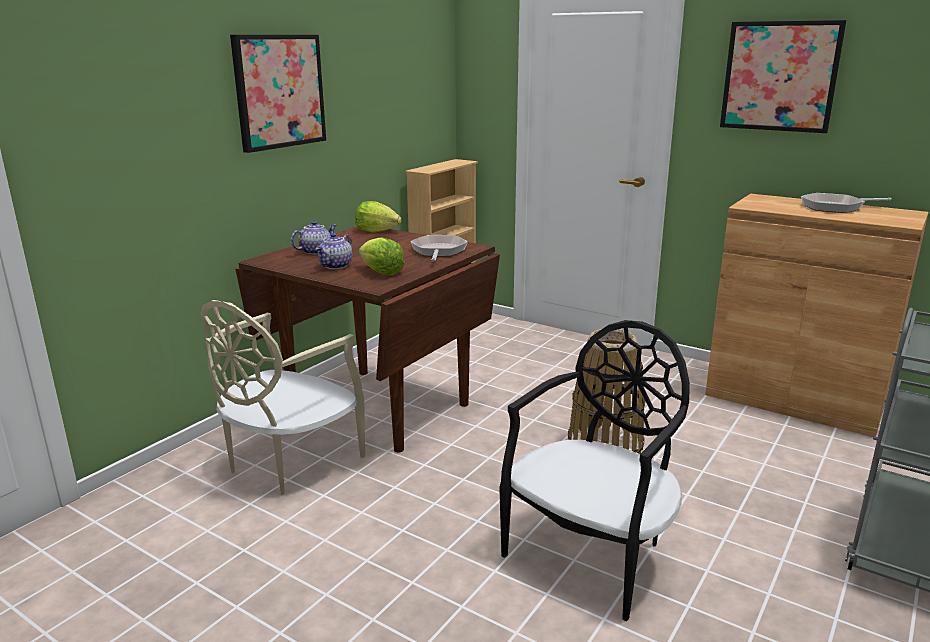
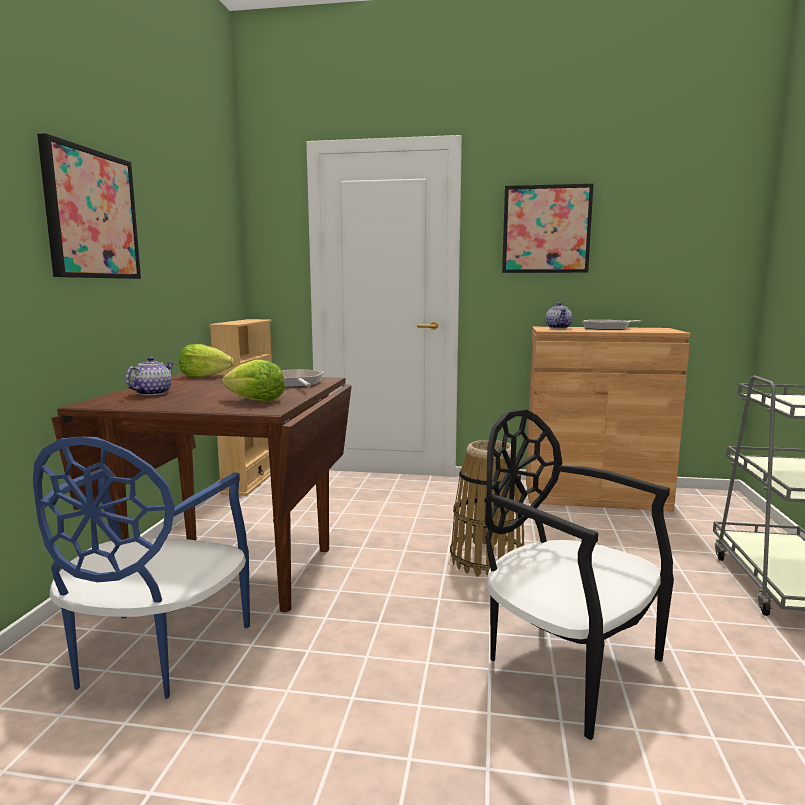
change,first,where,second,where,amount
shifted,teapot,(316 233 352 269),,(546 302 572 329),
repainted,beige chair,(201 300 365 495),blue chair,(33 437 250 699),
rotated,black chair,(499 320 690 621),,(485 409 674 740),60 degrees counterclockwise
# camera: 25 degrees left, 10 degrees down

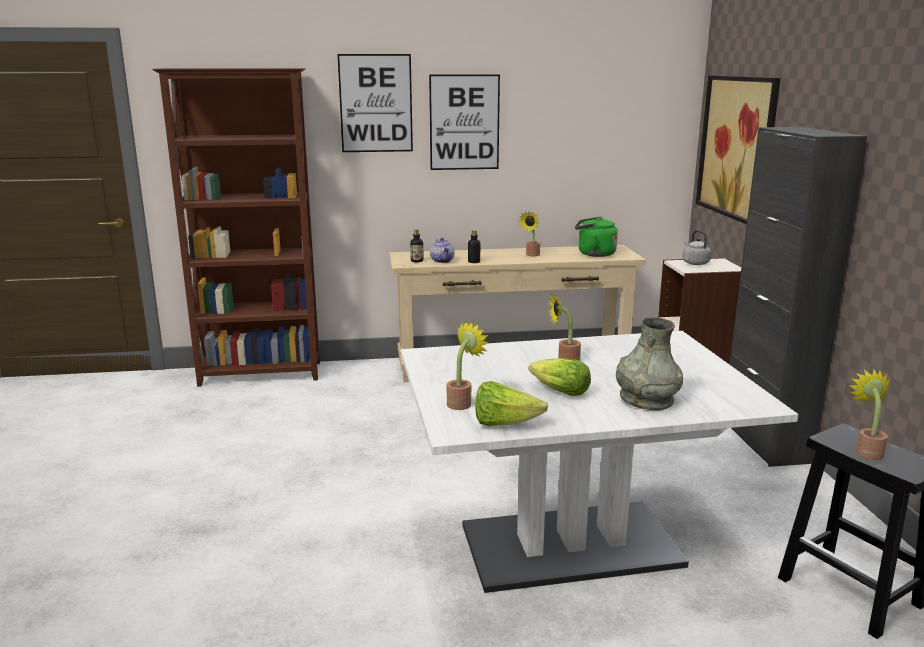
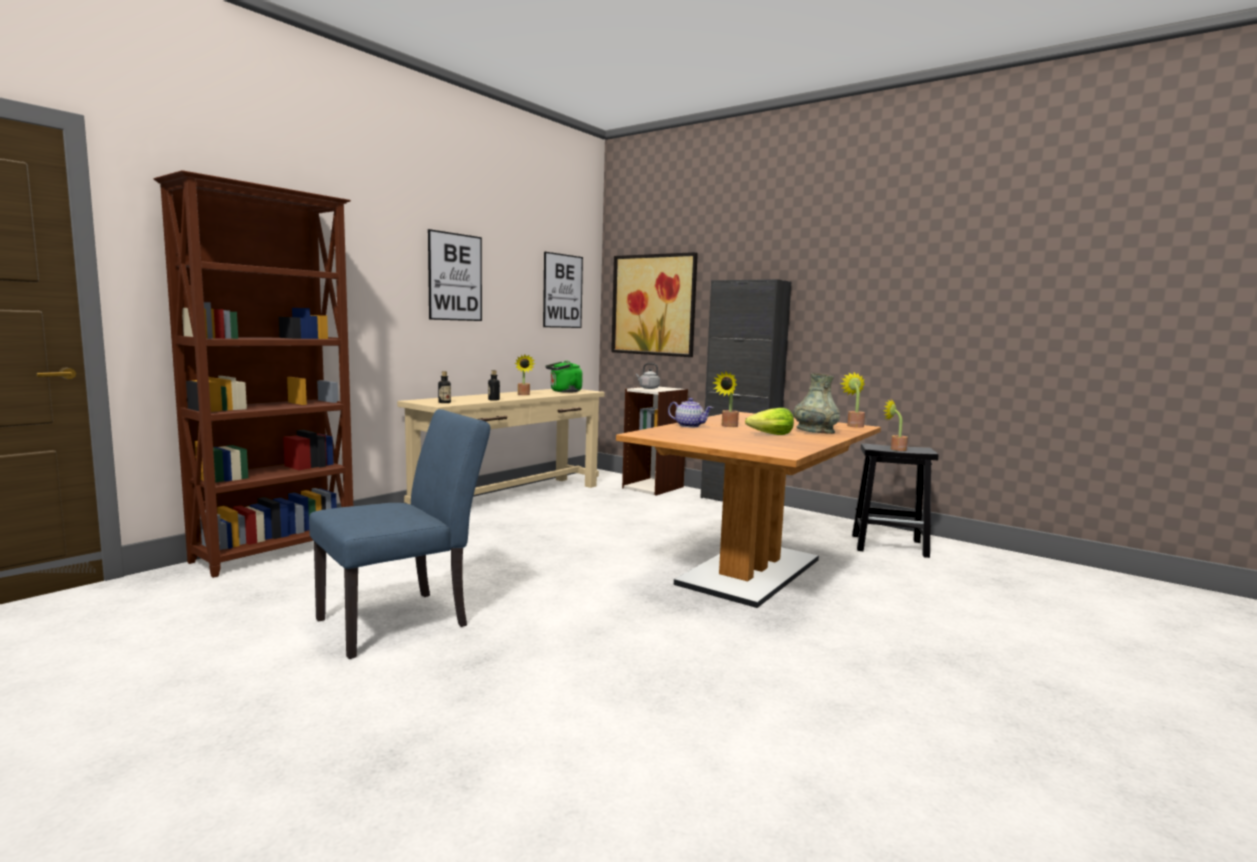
change,first,where,second,where,amount
gone,lettuce,(476 381 548 426),,,
new,,,blue chair,(309 409 490 659),
shifted,picture,(338 54 413 152),,(543 252 583 328),
shifted,teapot,(430 238 454 263),,(668 398 713 428),
shifted,potted plant,(447 320 489 410),,(840 372 865 428),
repainted,white dining table,(401 331 799 593),brown dining table,(616 412 881 608),
# camera: 45 degrees left, 10 degrees down

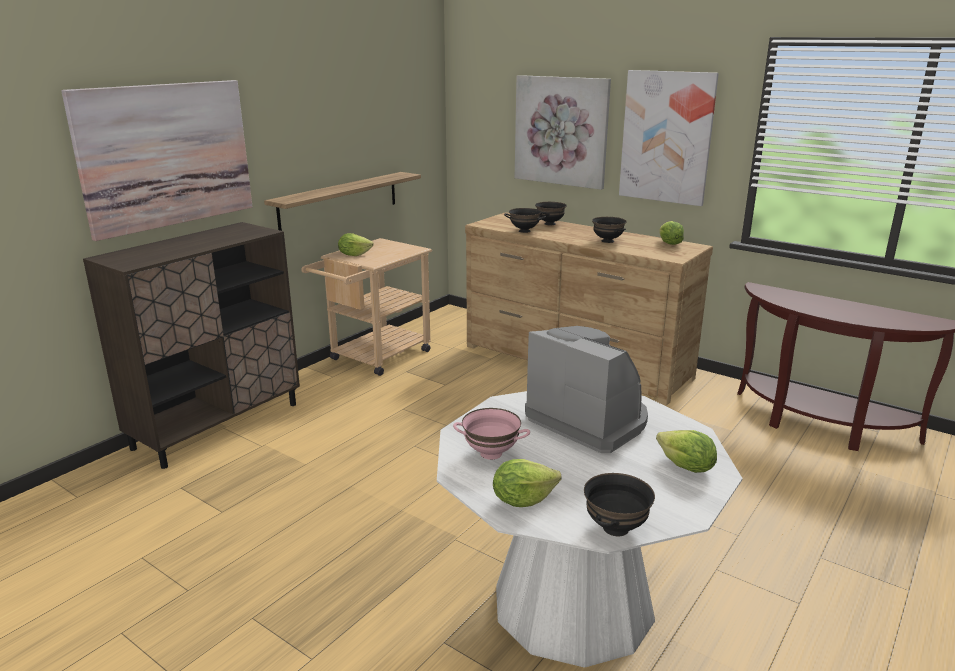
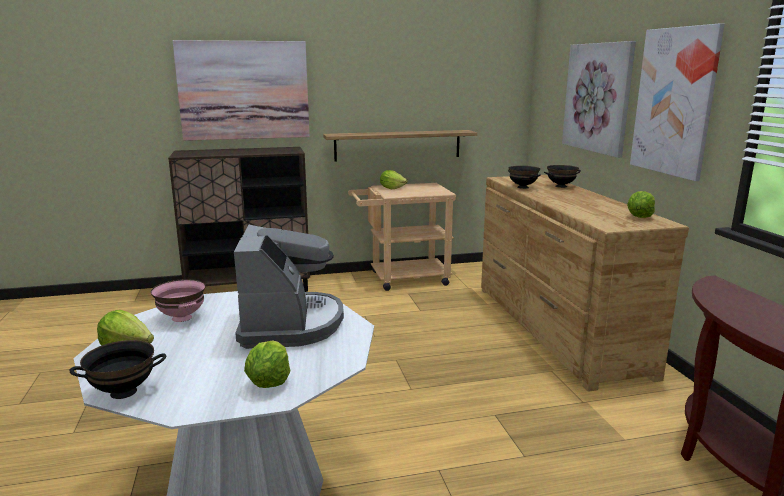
change,first,where,second,where,amount
gone,black bowl,(592 217 627 243),,,
# camera: 40 degrees right, 5 degrees down

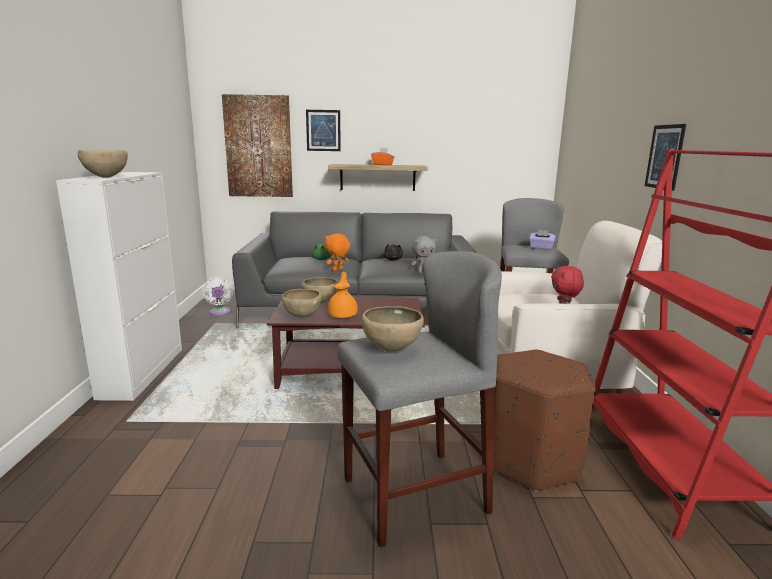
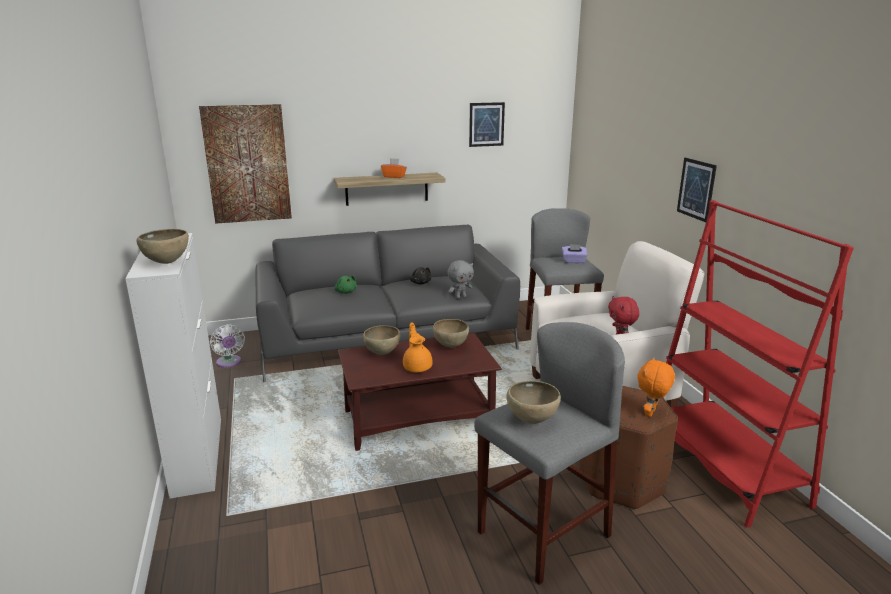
change,first,where,second,where,amount
shifted,brown bowl,(282 289 322 318),,(433 319 469 347),
shifted,picture,(306 110 341 151),,(469 102 505 147),
shifted,orange plush toy,(325 233 350 271),,(637 357 675 417),
# camera: 15 degrees left, 5 degrees up

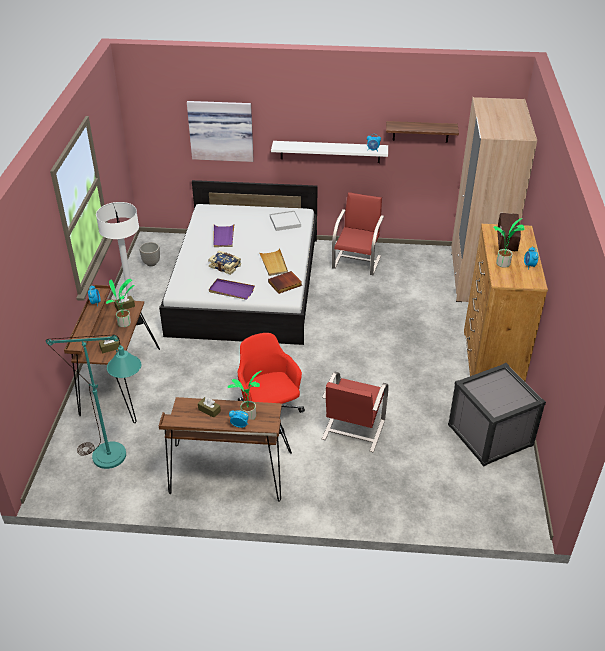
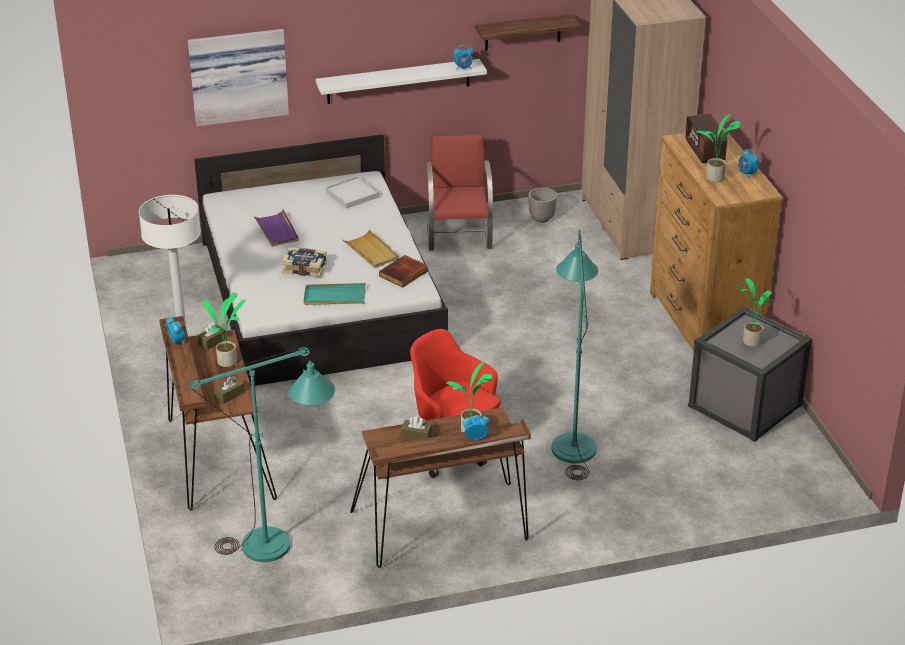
change,first,where,second,where,amount
new,,,potted plant,(735 278 776 347),
shifted,planter,(139 242 160 266),,(528 188 557 223),
swapped,red chair,(322 372 389 452),turquoise floor lamp,(552 230 598 480),
repainted,purple tray,(209 278 255 300),turquoise tray,(304 283 366 305),
# camera: 20 degrees left, 5 degrees down

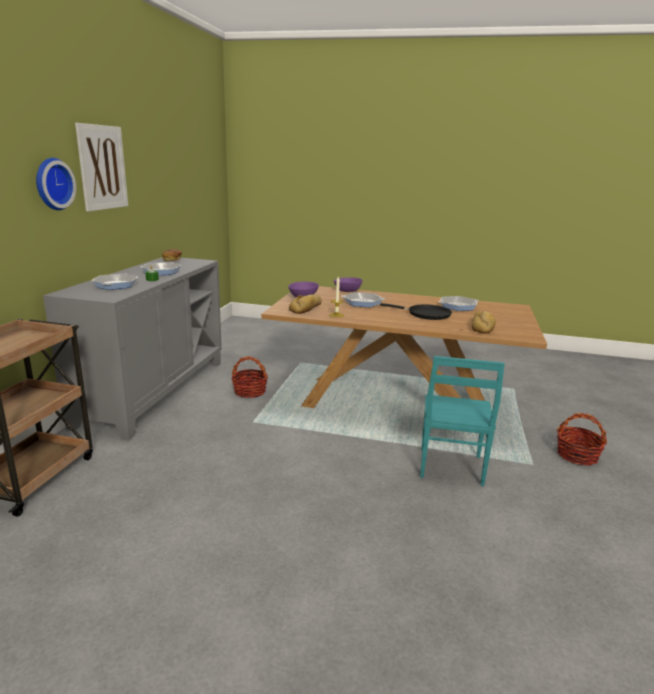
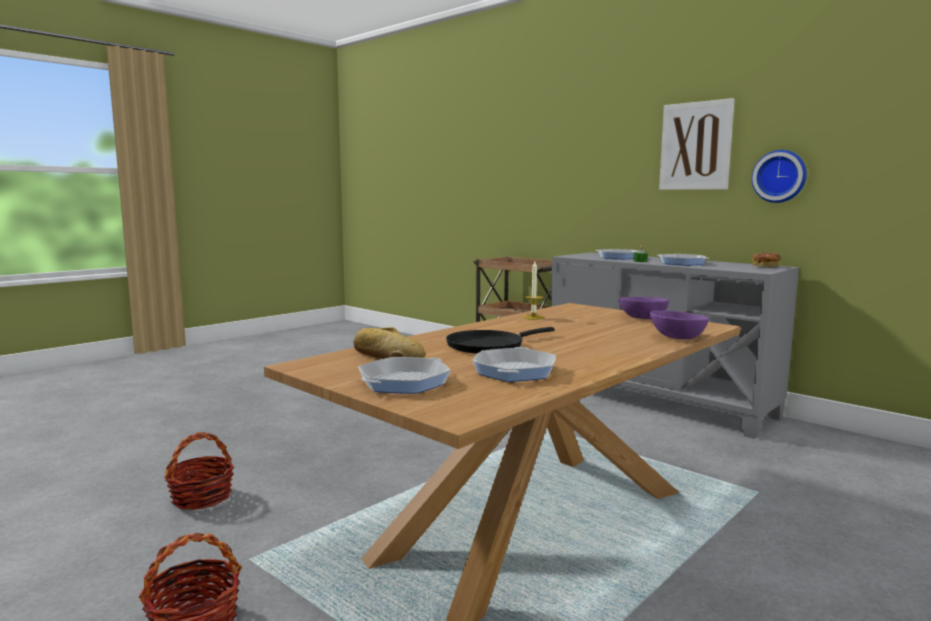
change,first,where,second,where,amount
gone,bread,(289 294 322 314),,,
gone,turquoise chair,(420 356 505 486),,,
shifted,wall clock,(36 158 76 210),,(752 150 807 203),
shifted,basket,(232 356 268 398),,(164 432 234 510),
shifted,frying pan,(341 292 385 307),,(358 357 451 394),
# camera: 120 degrees right, 10 degrees down

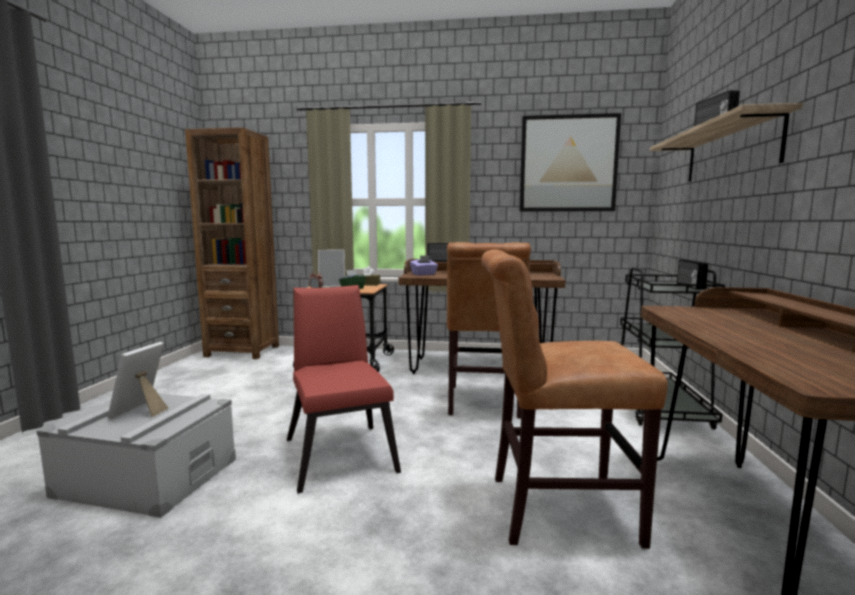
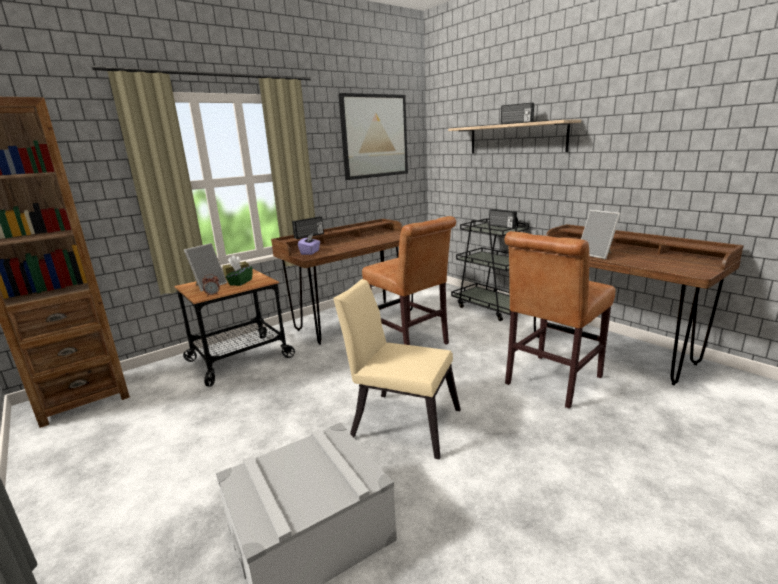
change,first,where,second,where,amount
shifted,picture frame,(108 342 168 419),,(581 210 621 259),
repainted,red chair,(287 285 401 493),beige chair,(333 279 461 459),
# camera: 45 degrees left, 10 degrees up

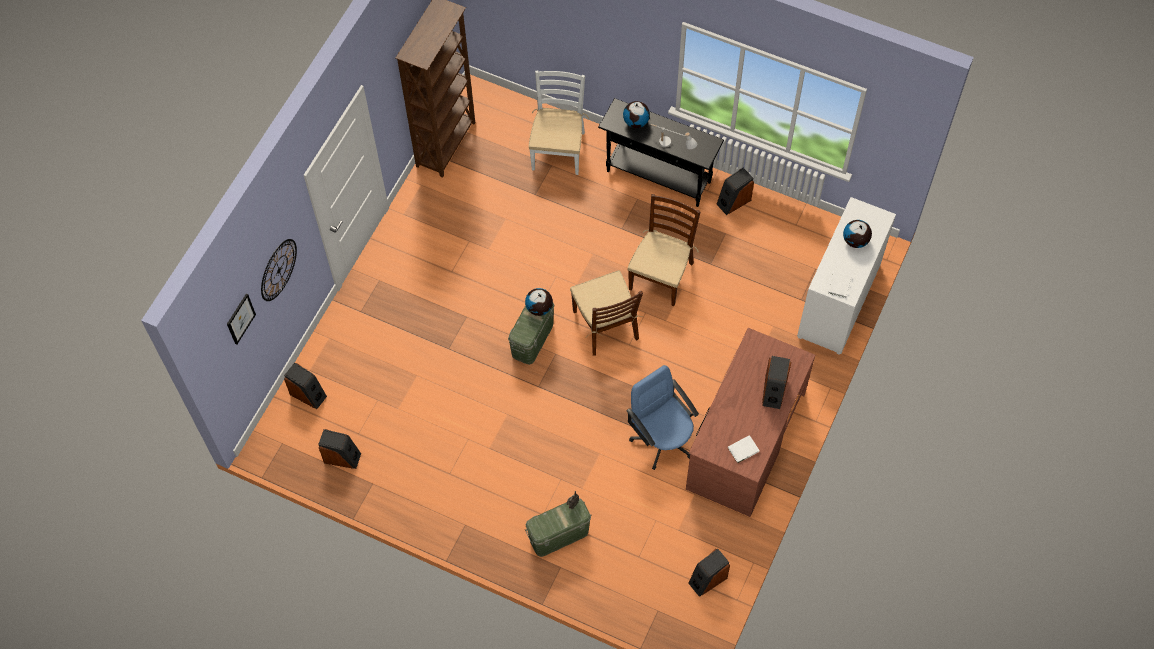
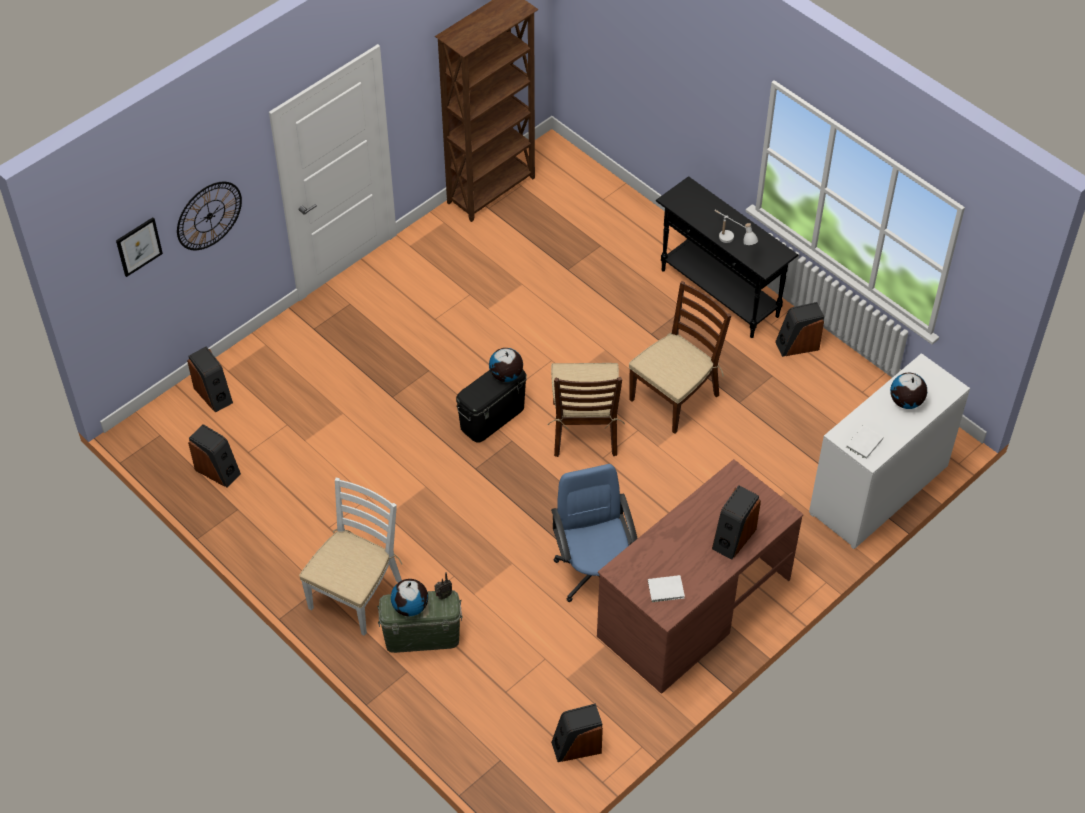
change,first,where,second,where,amount
shifted,white chair,(529 70 589 175),,(299 478 402 636),
shifted,globe,(623 101 650 128),,(391 579 428 616),
repainted,green storage box,(508 303 554 365),black storage box,(456 370 527 442),
# camera: 20 degrees right, 10 degrees down

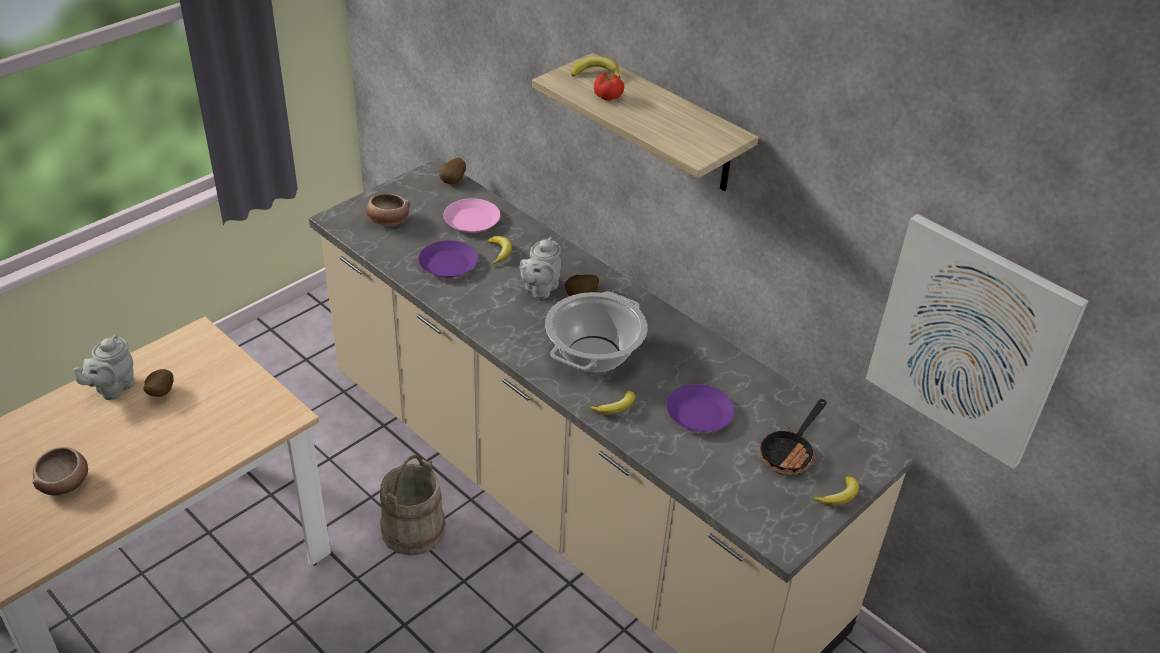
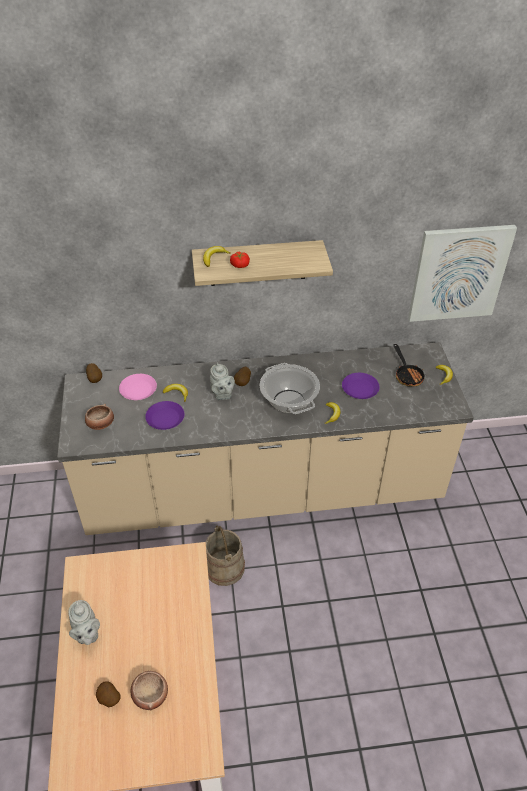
change,first,where,second,where,amount
shifted,potato,(143 369 174 397),,(96 681 121 707),
# camera: 50 degrees left, 5 degrees up

